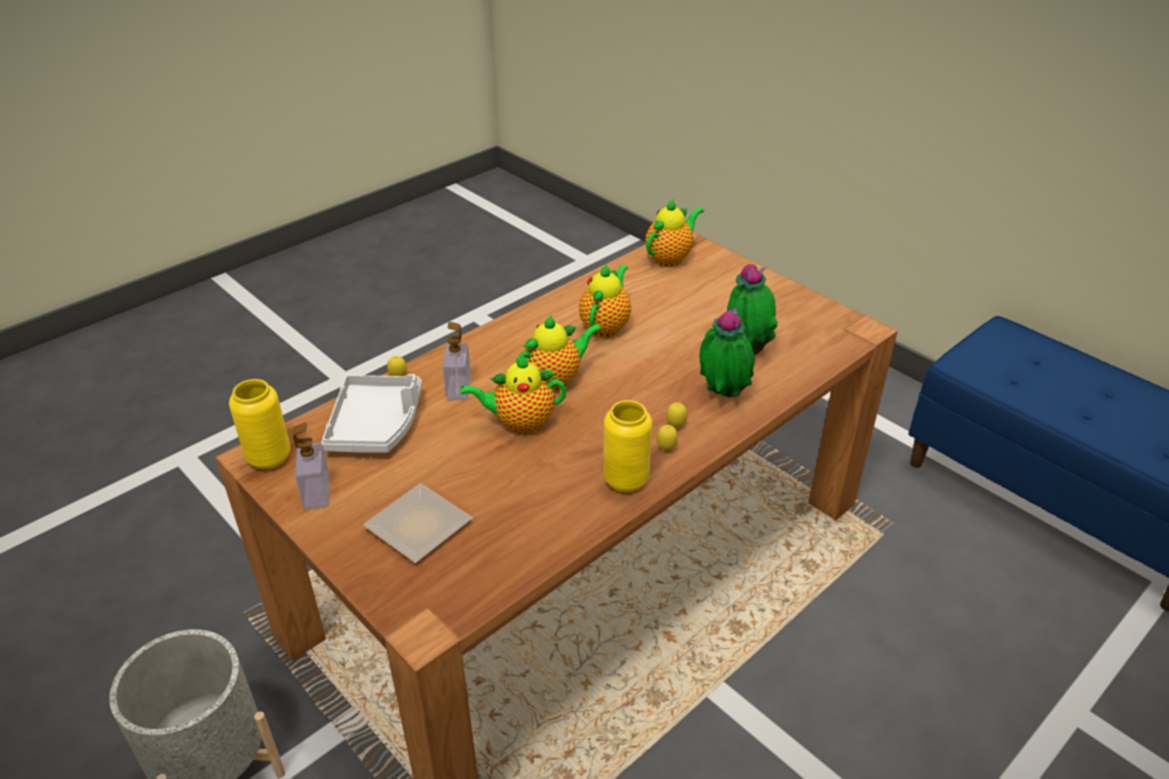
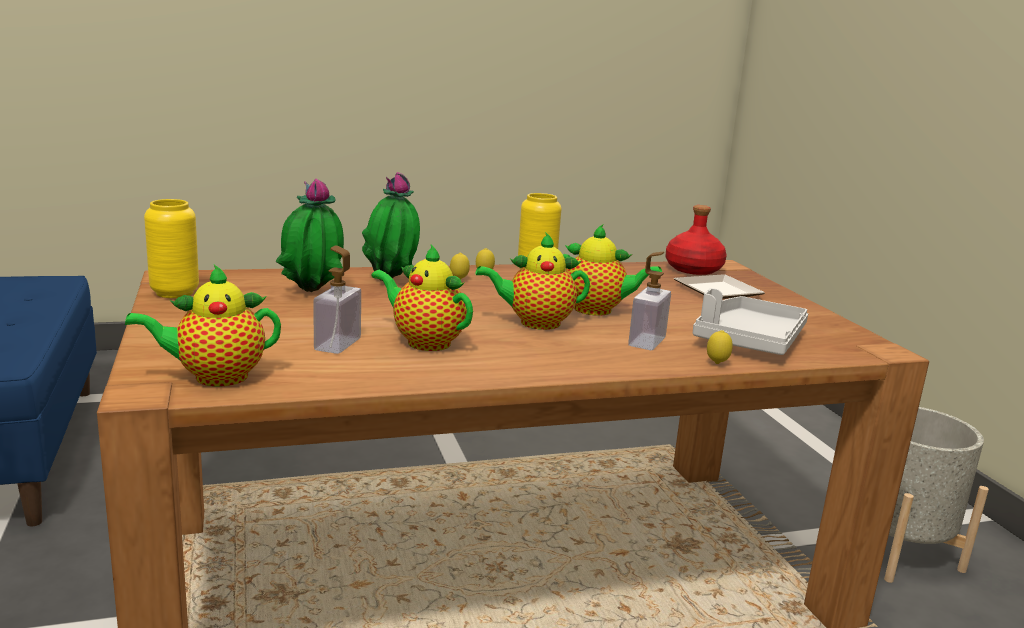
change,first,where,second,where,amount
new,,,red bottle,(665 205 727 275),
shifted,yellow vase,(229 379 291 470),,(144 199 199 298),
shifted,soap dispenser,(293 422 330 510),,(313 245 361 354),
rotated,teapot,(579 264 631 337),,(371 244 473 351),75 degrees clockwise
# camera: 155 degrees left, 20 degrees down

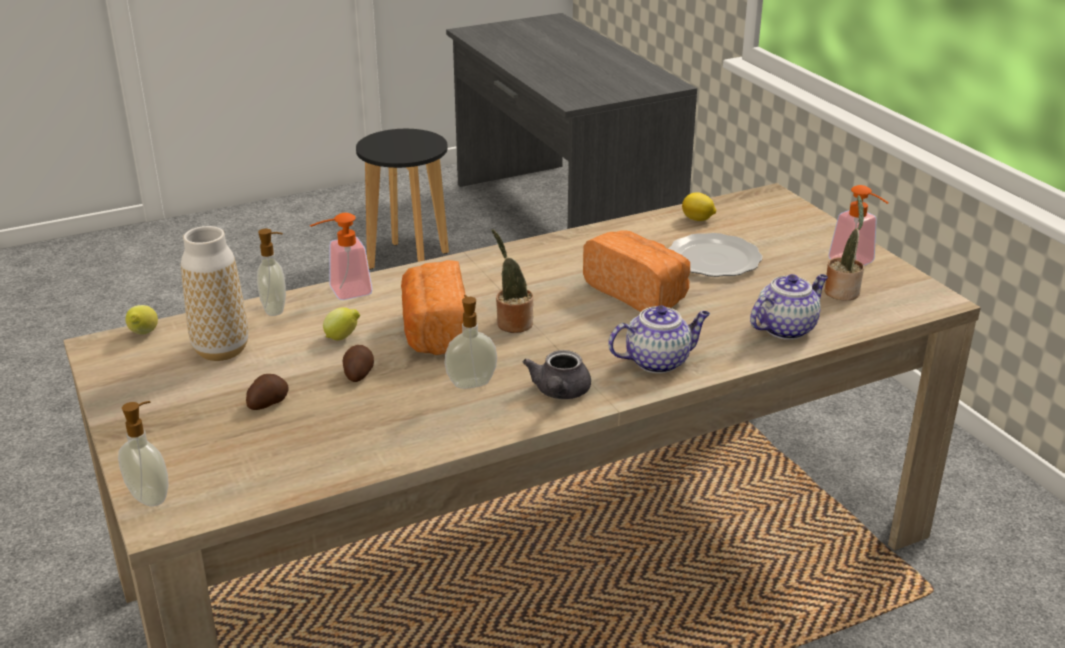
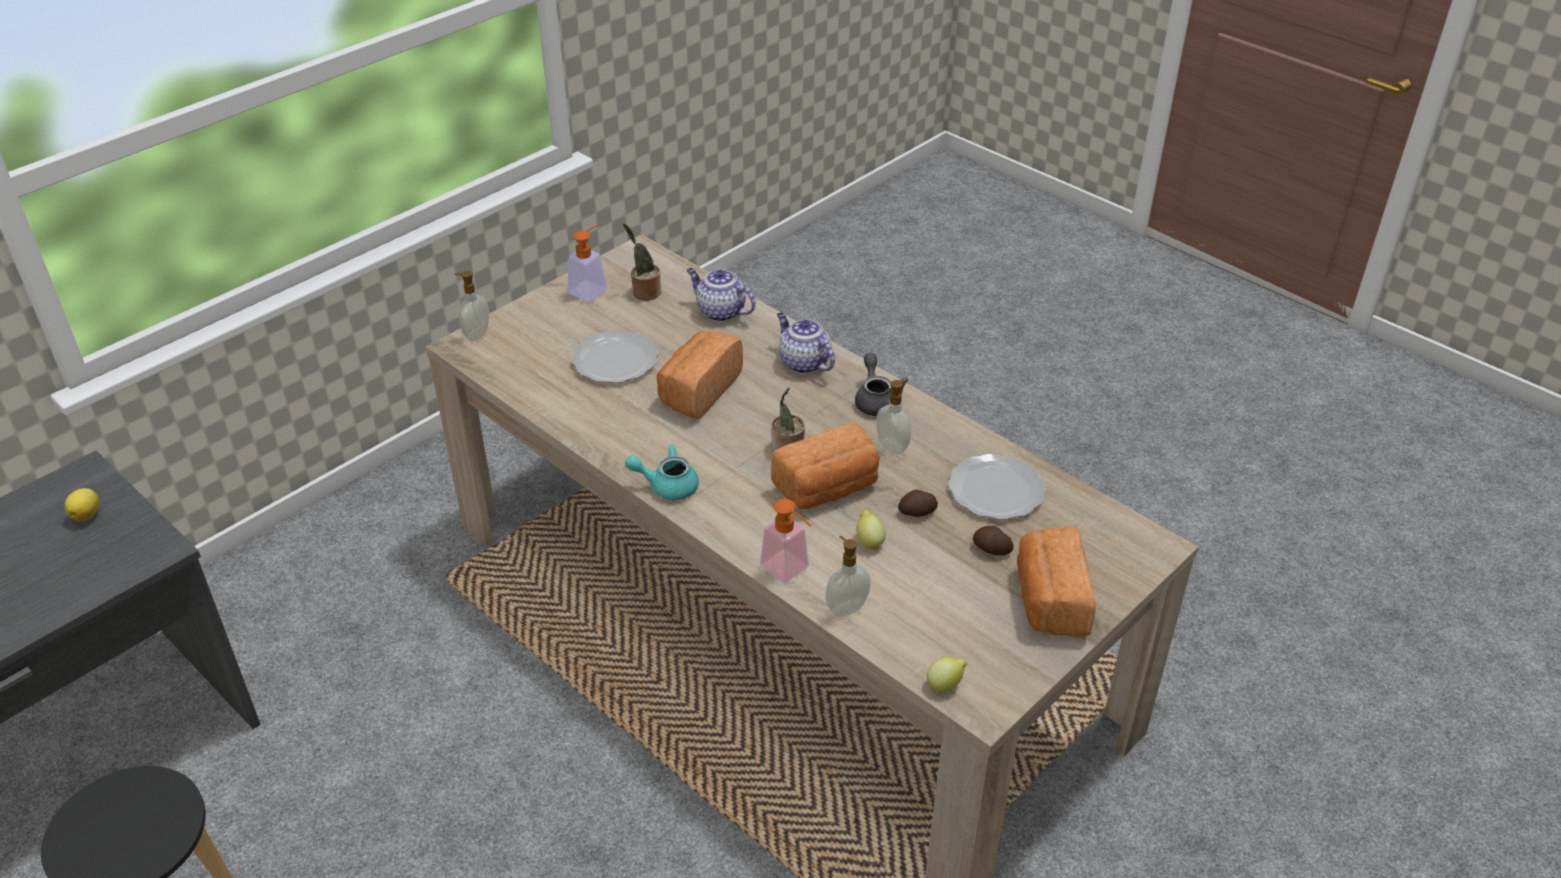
change,first,where,second,where,amount
gone,vase,(181 226 248 361),,,
new,,,turquoise teapot,(625 445 699 500),
new,,,plate,(948 454 1046 520),
new,,,bread,(1017 527 1096 637),
shifted,soap dispenser,(118 401 169 506),,(455 271 489 341),
shifted,lemon,(682 192 716 221),,(65 488 100 522),
rotated,grey teapot,(523 350 591 399),,(855 353 908 416),90 degrees counterclockwise
# camera: 110 degrees left, 10 degrees up

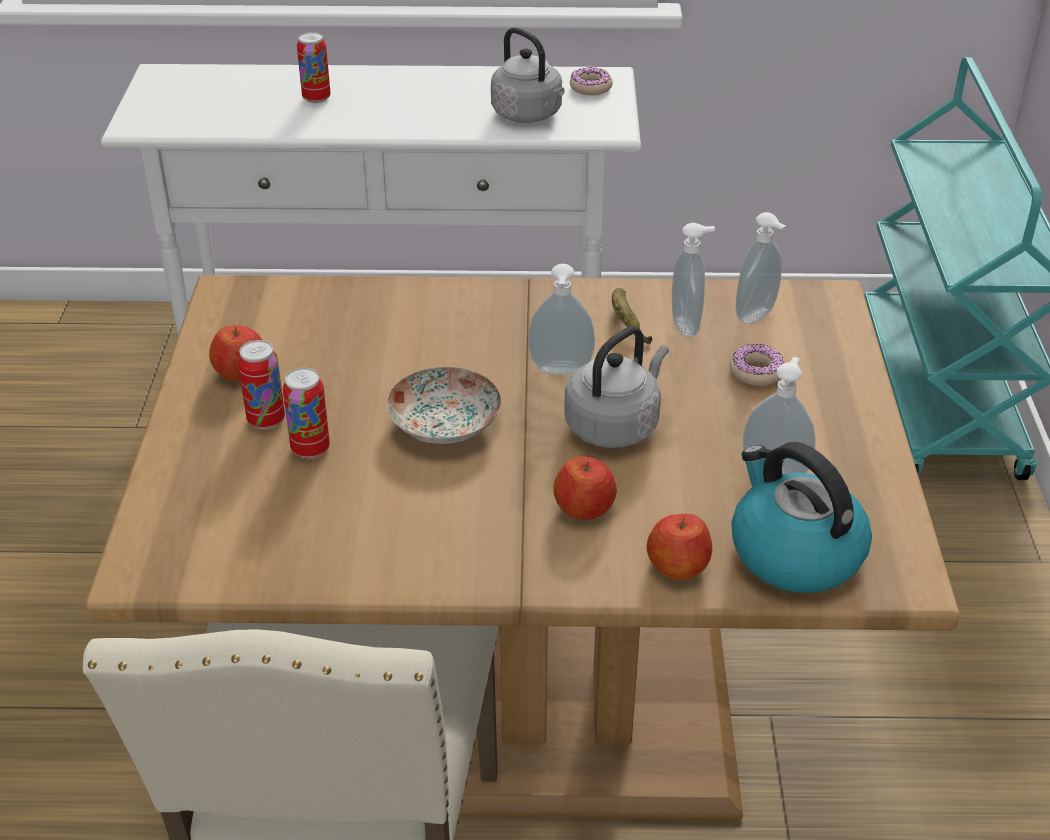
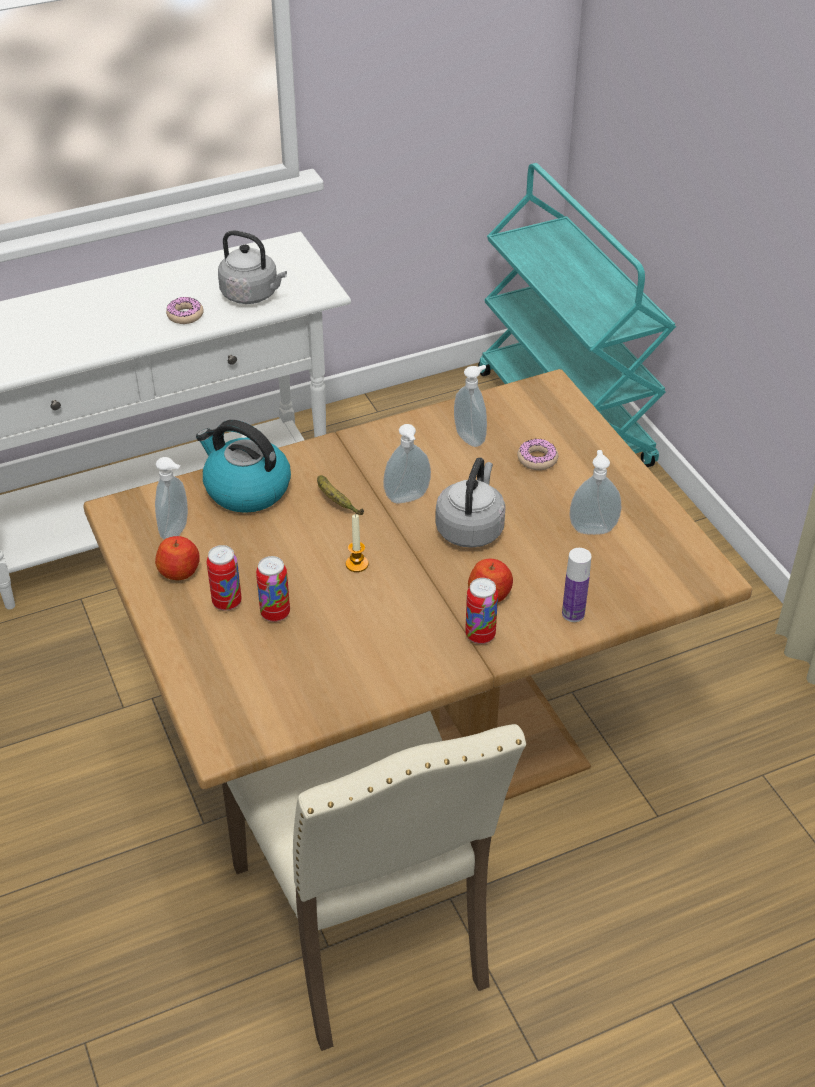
change,first,where,second,where,amount
shifted,can,(297 32 331 103),,(465 578 498 644),
shifted,donut,(570 67 613 95),,(166 297 204 324),
shifted,banana,(612 288 652 345),,(317 475 364 515),
shifted,kettle,(732 442 872 593),,(196 420 291 513),
shifted,soap dispenser,(736 212 785 324),,(155 457 188 540),
swapped,plate,(387 367 501 444),candle,(346 514 369 572),
swapped,apple,(646 514 712 580),bottle,(562 548 591 622),
# camera: 25 degrees left, 5 degrees up

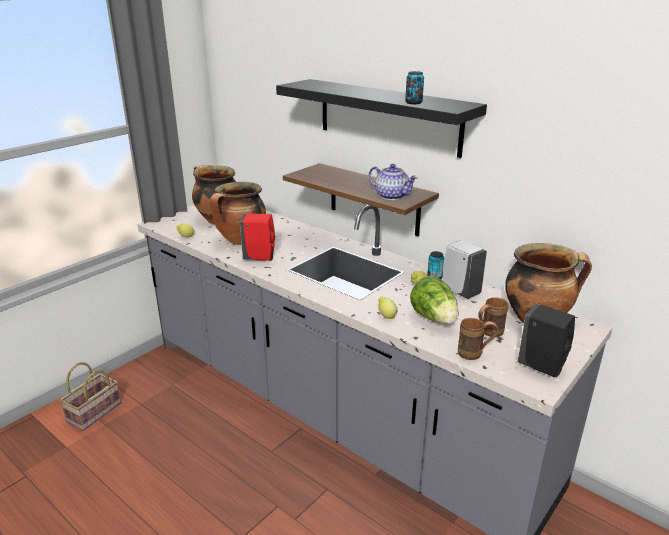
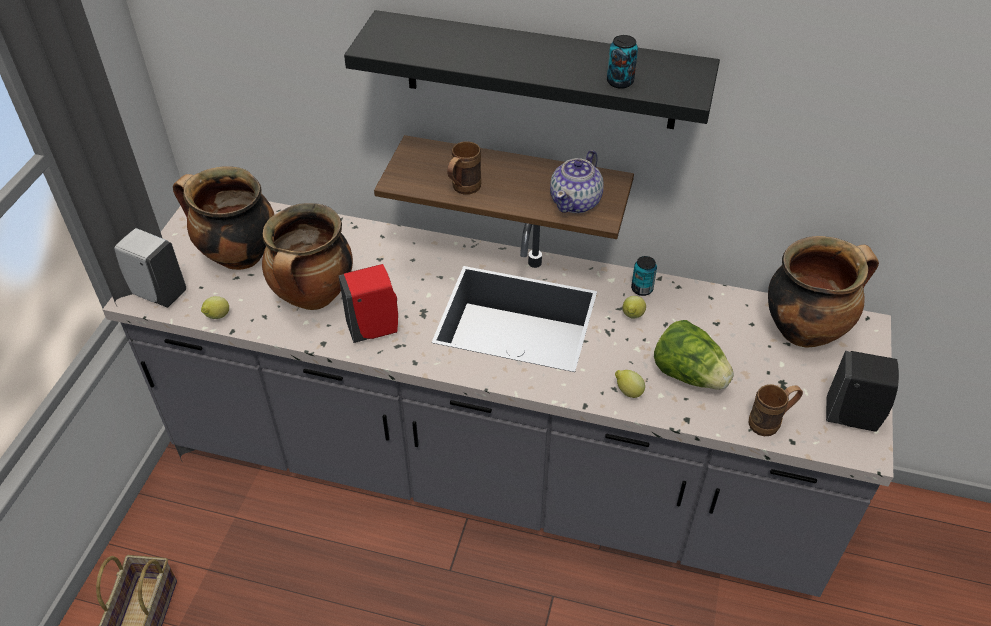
change,first,where,second,where,amount
shifted,white soap dispenser,(443 240 487 299),,(114 228 186 308),
shifted,brown mug,(478 297 508 337),,(447 141 481 195),
rotated,teapot,(369 164 418 200),,(550 150 603 213),105 degrees clockwise
# camera: 25 degrees left, 20 degrees up

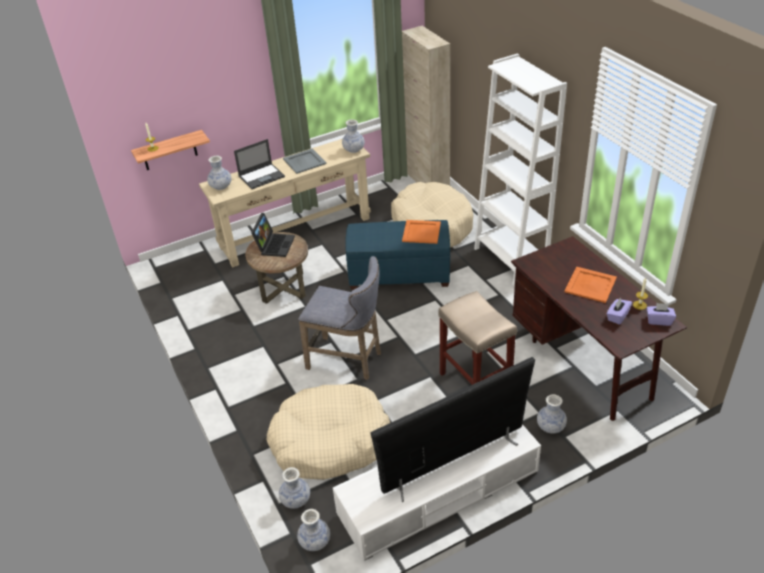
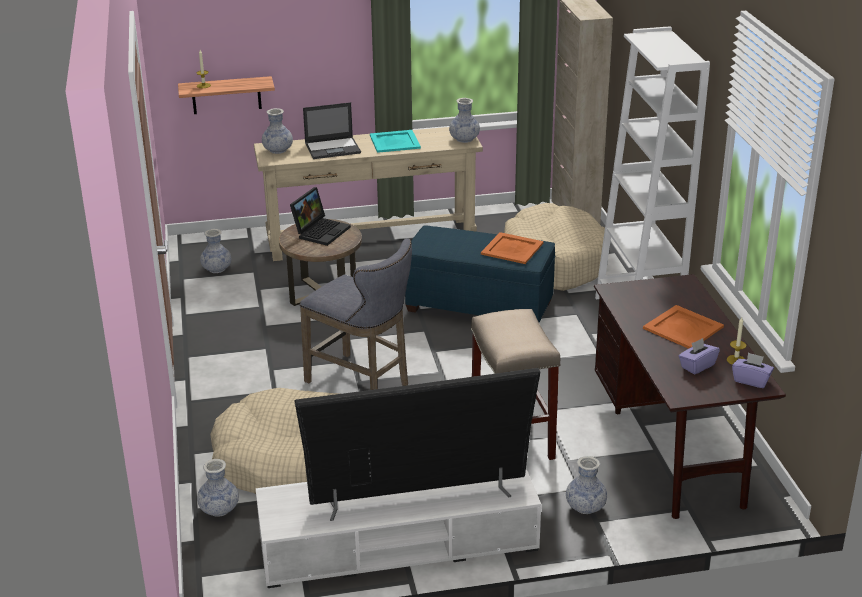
change,first,where,second,where,amount
shifted,vase,(297 509 330 551),,(200 229 231 273),
repainted,grey tray,(283 149 327 174),turquoise tray,(370 130 421 153),
# camera: 15 degrees right, 10 degrees down

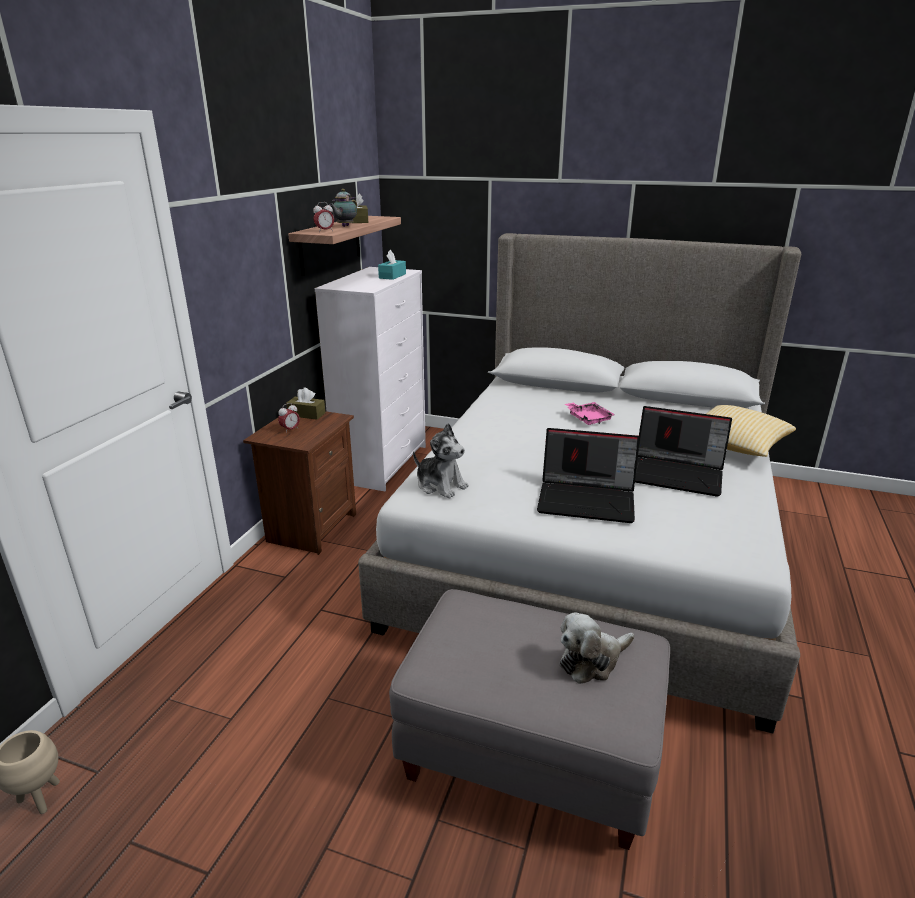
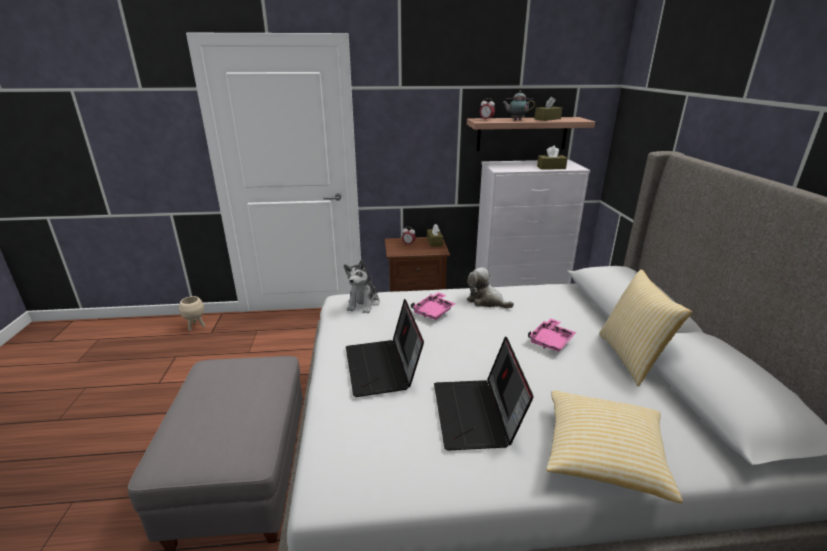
change,first,where,second,where,amount
new,,,pink tray,(411 292 456 320),
new,,,pillow,(599 270 692 386),
shifted,plush toy,(560 612 634 684),,(467 267 514 308),
repainted,turquoise tissue box,(378 250 406 280),brown tissue box,(537 146 568 170),
# camera: 65 degrees right, 0 degrees up

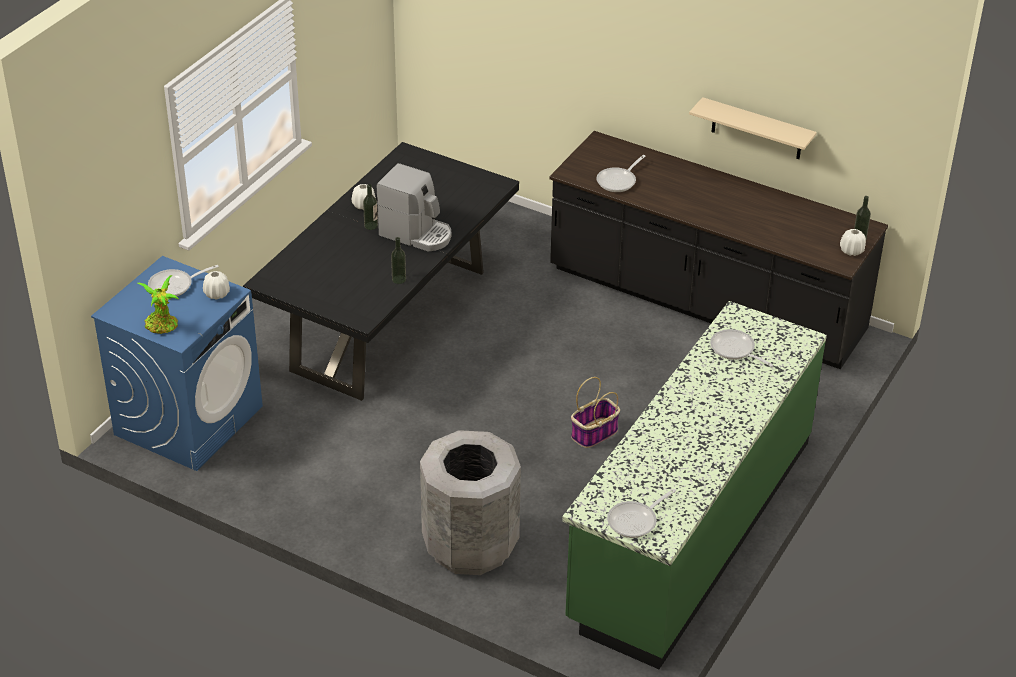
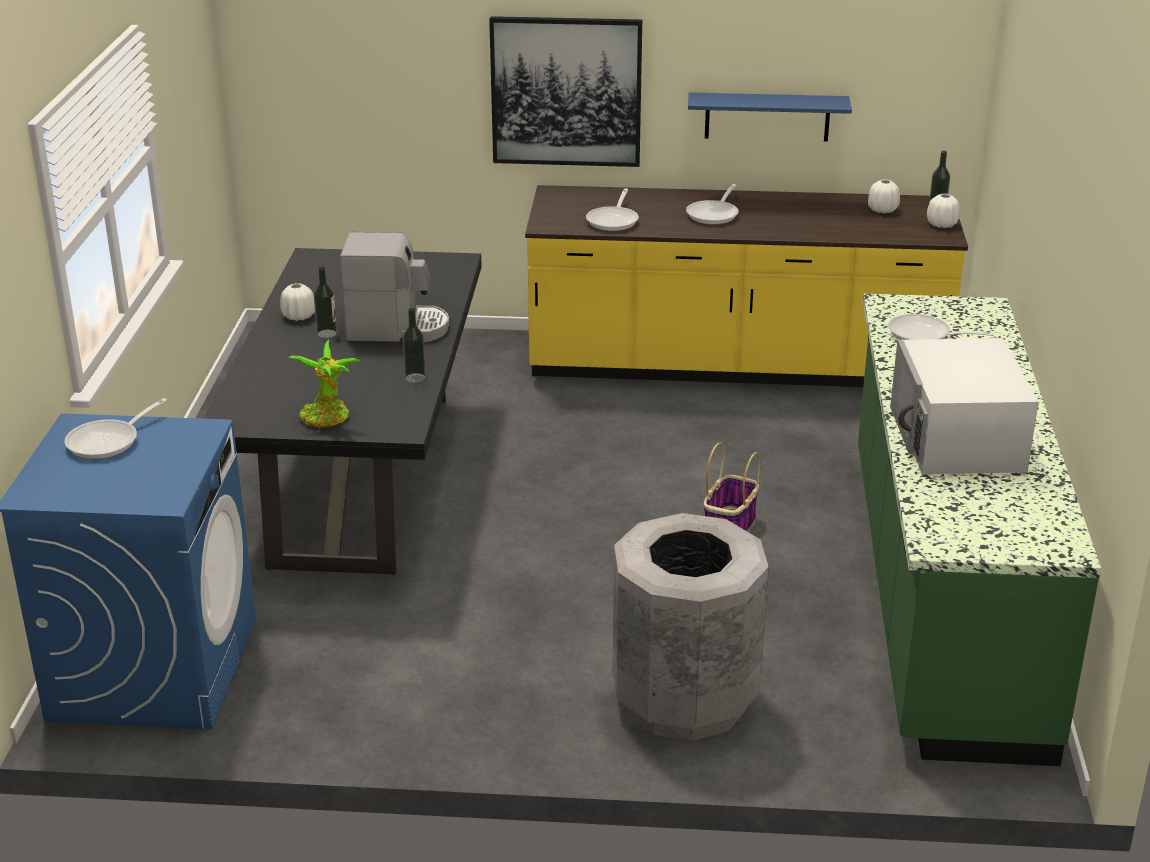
change,first,where,second,where,amount
new,,,picture,(489 16 642 167),
new,,,white microwave,(890 338 1038 474),
shifted,potted plant,(138 275 179 334),,(288 340 361 428),
shifted,white vase,(203 271 230 300),,(868 180 900 214),
shifted,frying pan,(607 488 676 538),,(686 184 739 225),
repainted,black counter,(549 131 888 369),yellow counter,(525 185 968 387),
repainted,beige shelf,(689 97 817 159),blue shelf,(688 92 852 141),
# camera: 25 degrees left, 10 degrees down

